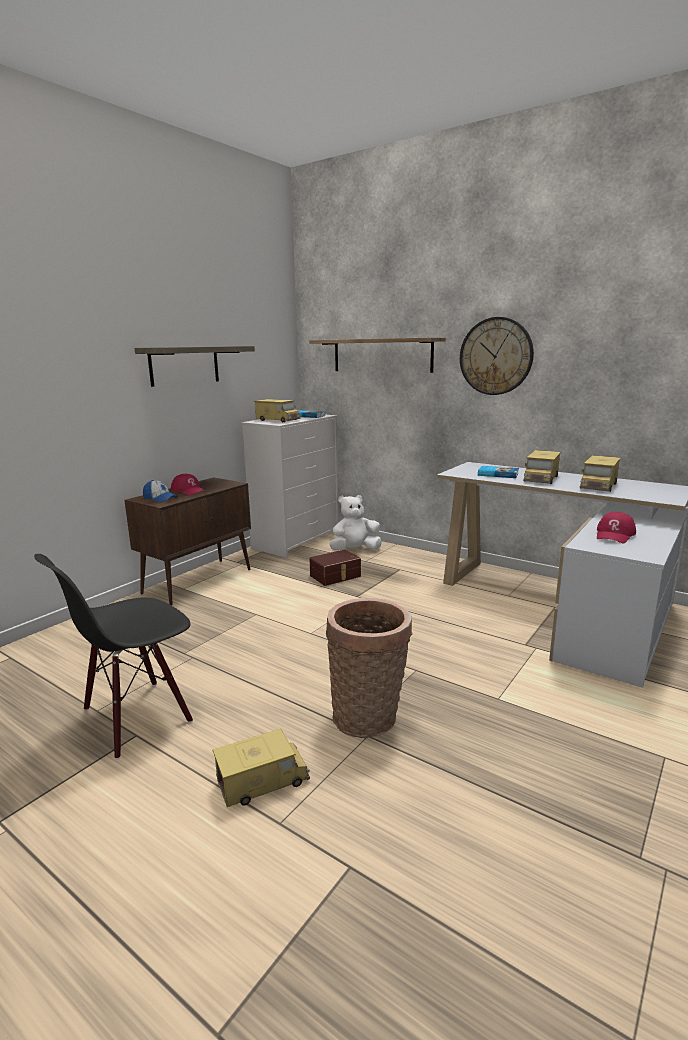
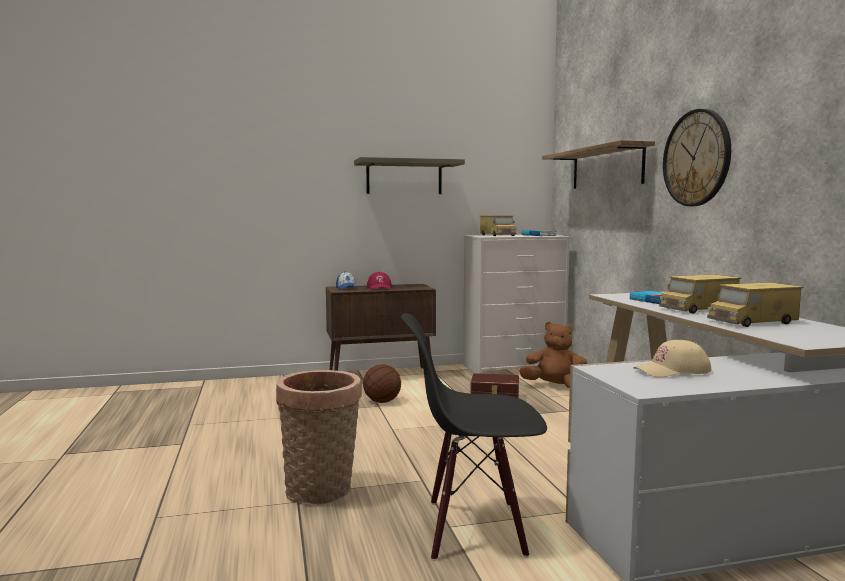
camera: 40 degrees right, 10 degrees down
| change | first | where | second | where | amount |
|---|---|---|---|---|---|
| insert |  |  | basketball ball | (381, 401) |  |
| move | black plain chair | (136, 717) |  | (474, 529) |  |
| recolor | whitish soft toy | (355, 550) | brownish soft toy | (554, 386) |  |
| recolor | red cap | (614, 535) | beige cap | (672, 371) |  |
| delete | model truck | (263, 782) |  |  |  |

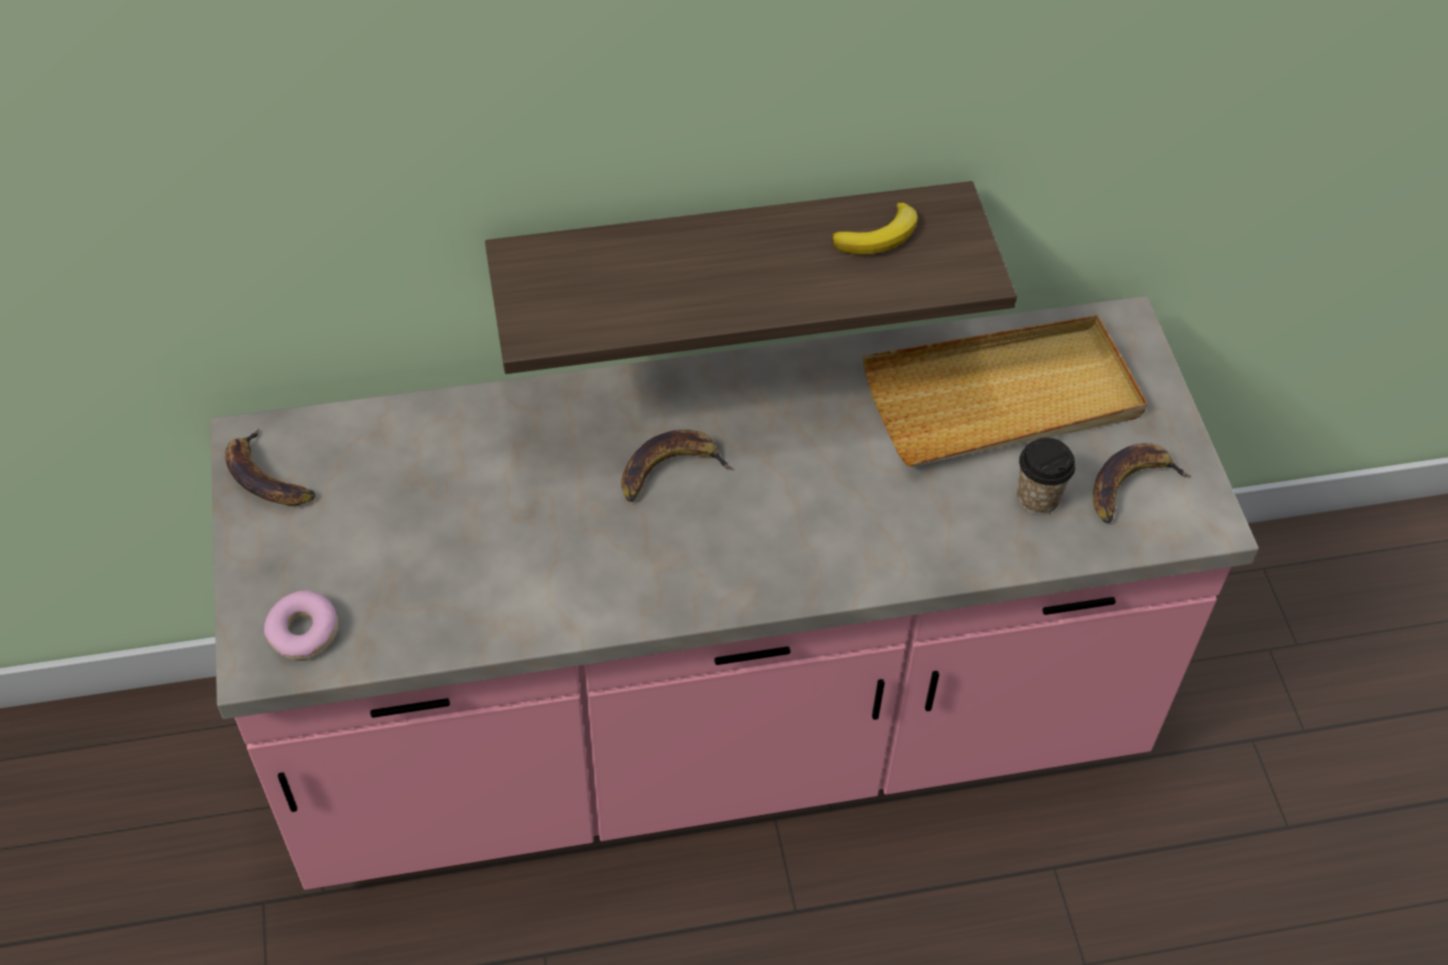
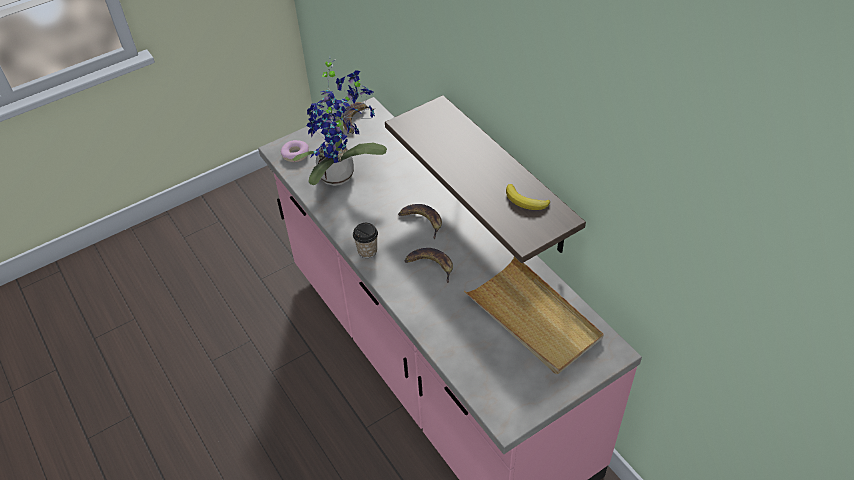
camera: 70 degrees right, 5 degrees down
| change | first | where | second | where | amount |
|---|---|---|---|---|---|
| insert |  |  | houseplant | (341, 174) |  |
| move | drinking cup | (1038, 498) |  | (367, 251) |  |
| move | banana | (1130, 485) |  | (431, 265) |  |

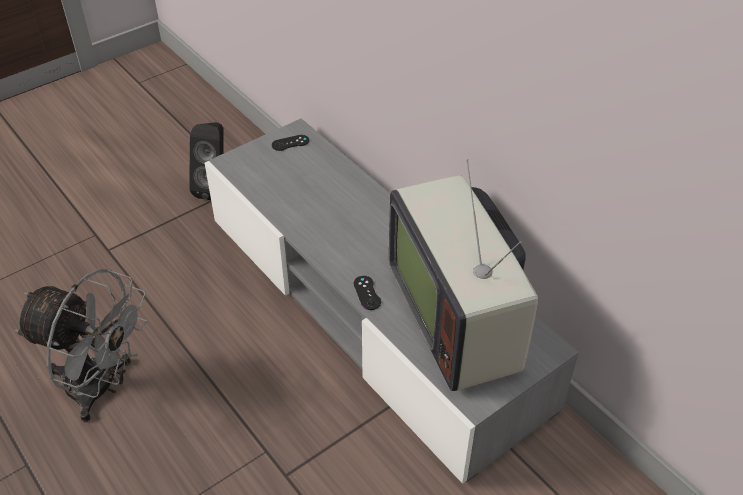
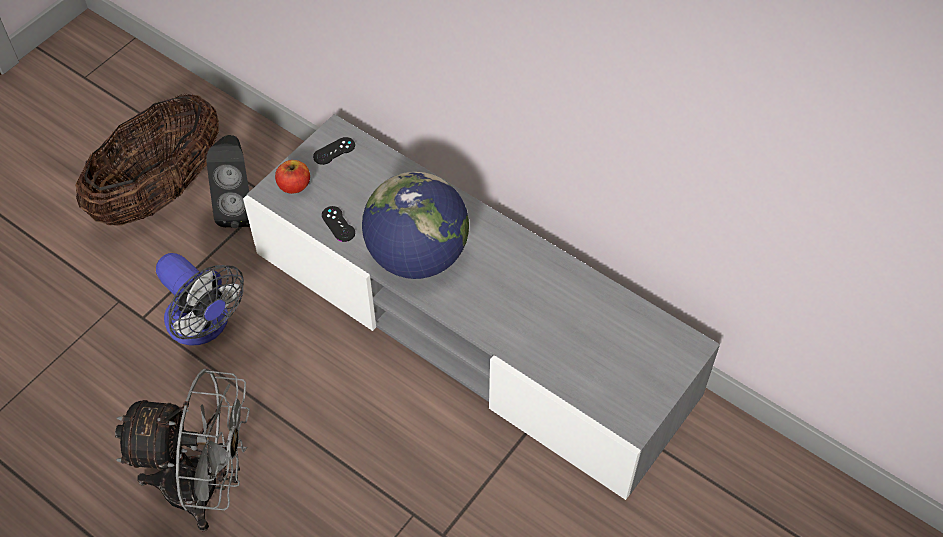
camera: 15 degrees left, 10 degrees up
| change | first | where | second | where | amount |
|---|---|---|---|---|---|
| insert |  |  | basket | (161, 192) |  |
| insert |  |  | cooling fan | (204, 325) |  |
| insert |  |  | whole apple | (294, 185) |  |
| move | black game controller | (367, 293) |  | (338, 224) |  |
| insert |  |  | world globe | (417, 256) |  |
| delete | TV set | (459, 316) |  |  |  |

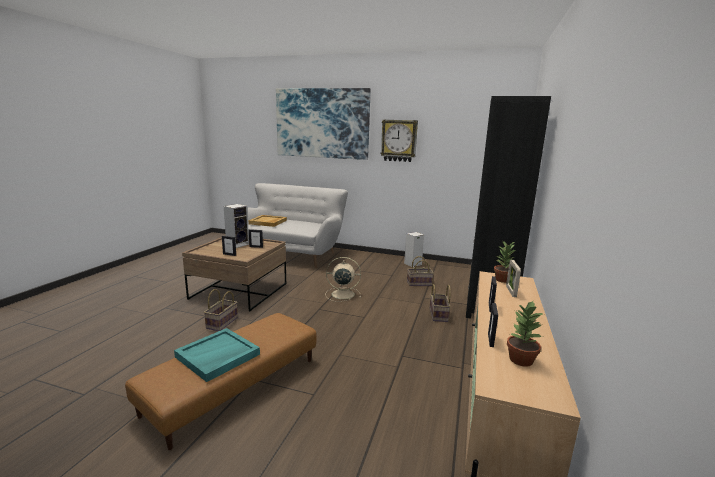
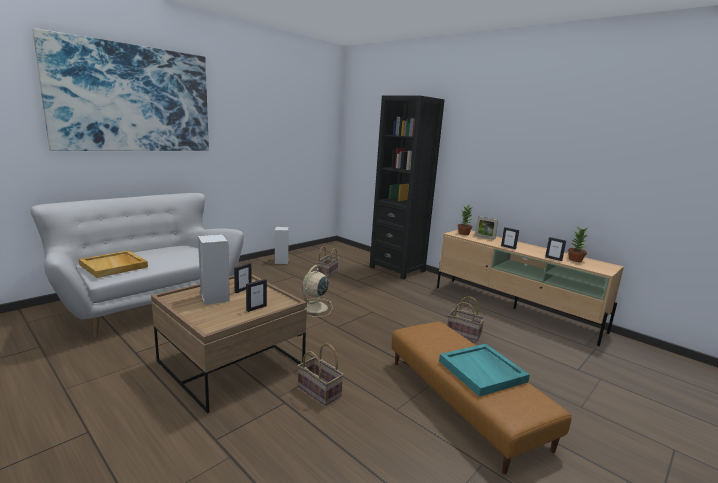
camera: 65 degrees left, 0 degrees up
| change | first | where | second | where | amount |
|---|---|---|---|---|---|
| move | basket | (439, 315) |  | (464, 333) |  |
| delete | wall clock | (399, 140) |  |  |  |

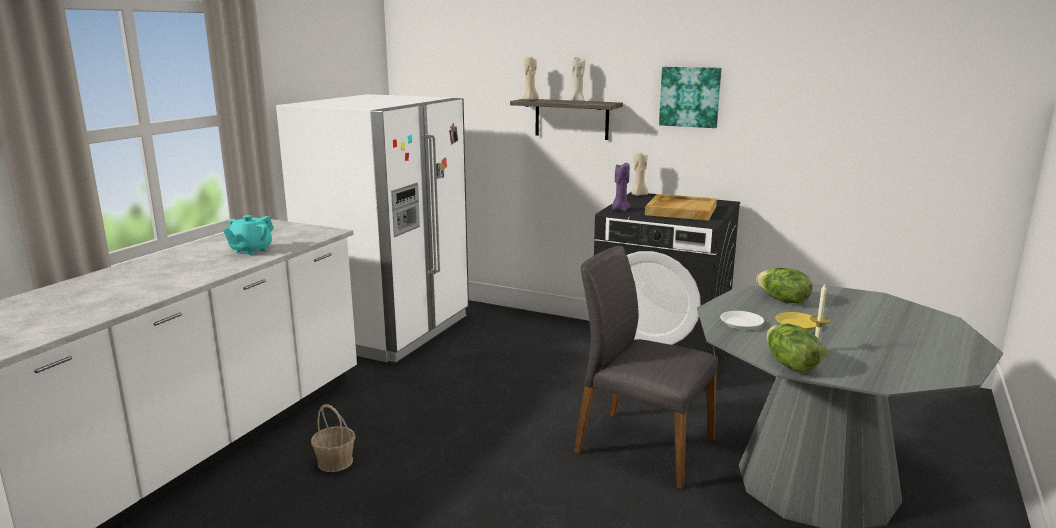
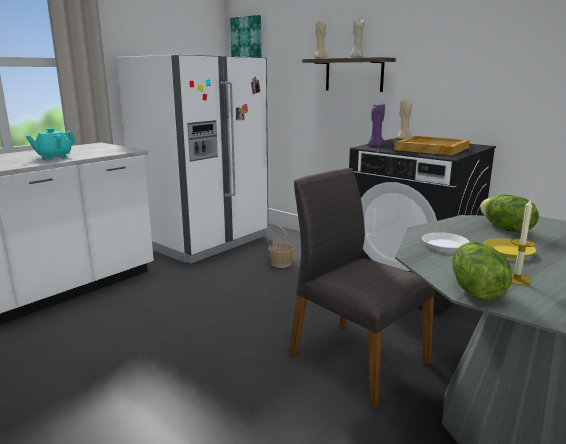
camera: 15 degrees right, 0 degrees up
| change | first | where | second | where | amount |
|---|---|---|---|---|---|
| move | wall art | (690, 96) |  | (247, 37) |  |
| move | basket | (335, 462) |  | (281, 263) |  |

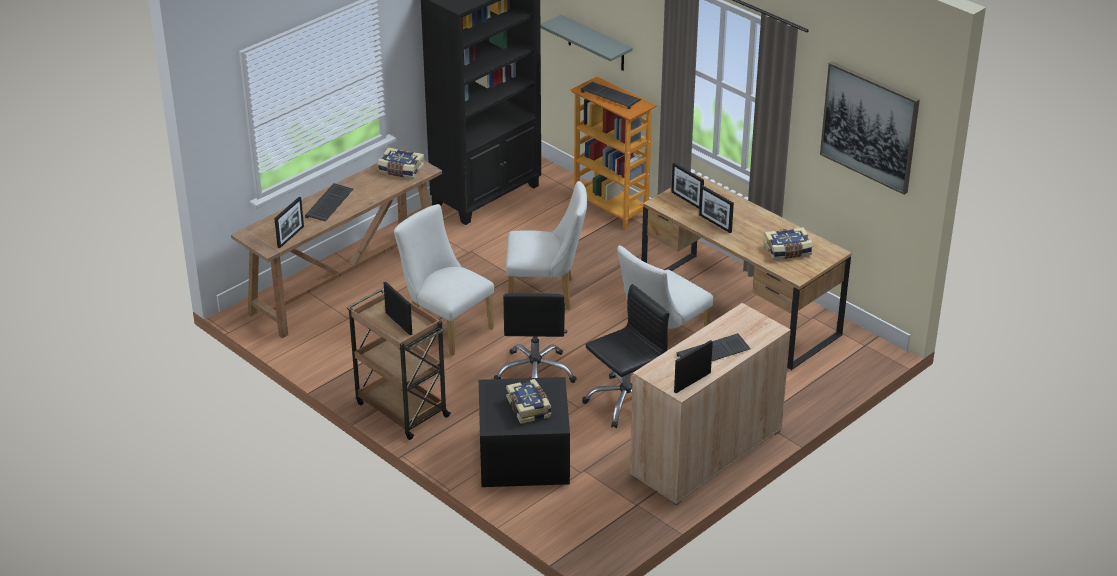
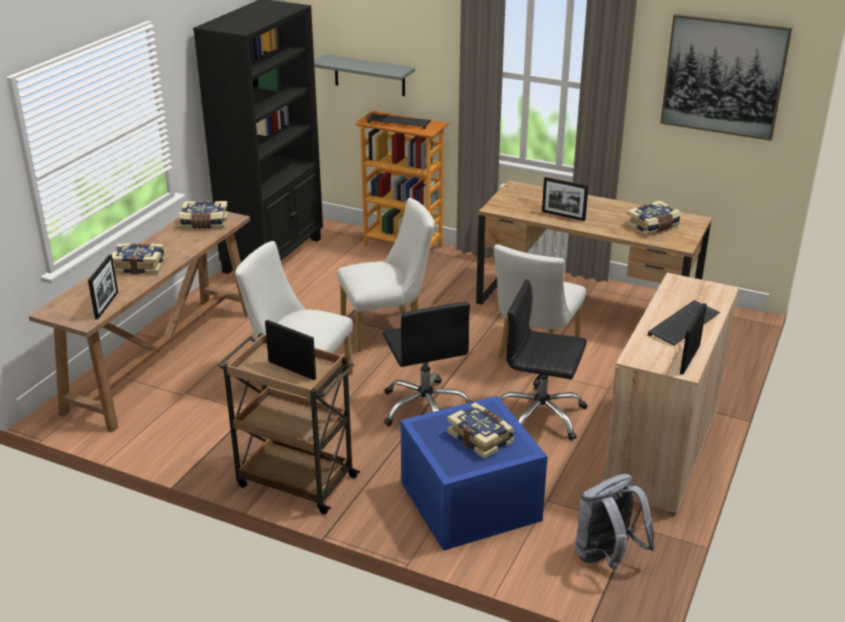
camera: 20 degrees left, 5 degrees down
| change | first | where | second | where | amount |
|---|---|---|---|---|---|
| replace | keyboard | (329, 204) | bound book | (139, 266) |  |
| recolor | black storage bin | (522, 457) | bluish storage bin | (469, 503) |  |
| rotate | black office chair | (625, 401) |  | (540, 416) | 105 degrees counterclockwise |
| insert |  |  | grey rucksack | (607, 557) |  |
| delete | picture frame | (686, 200) |  |  |  |

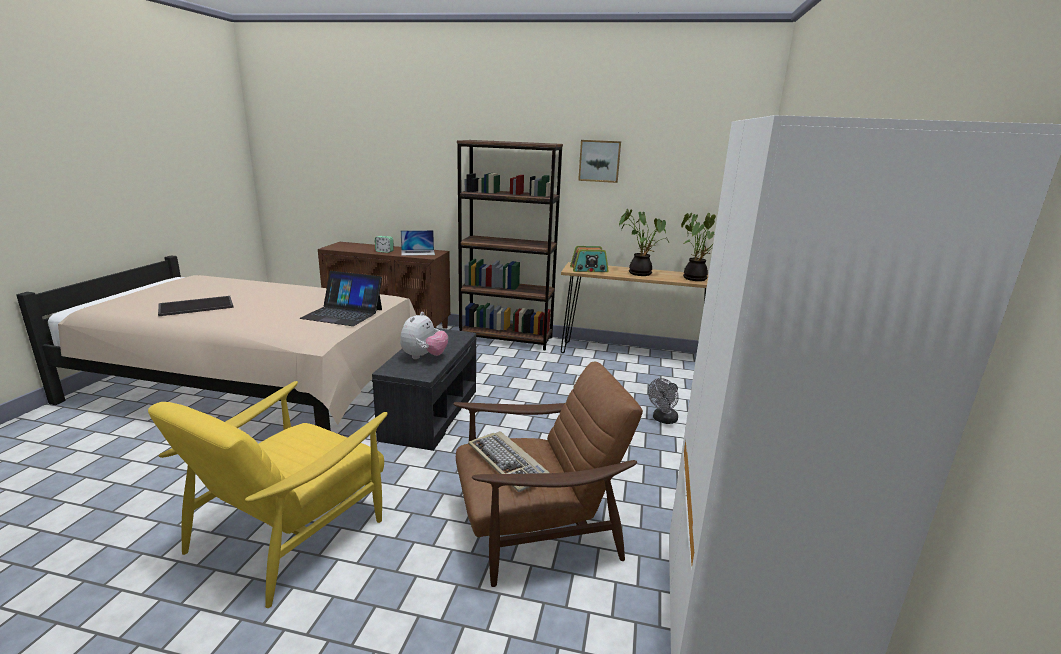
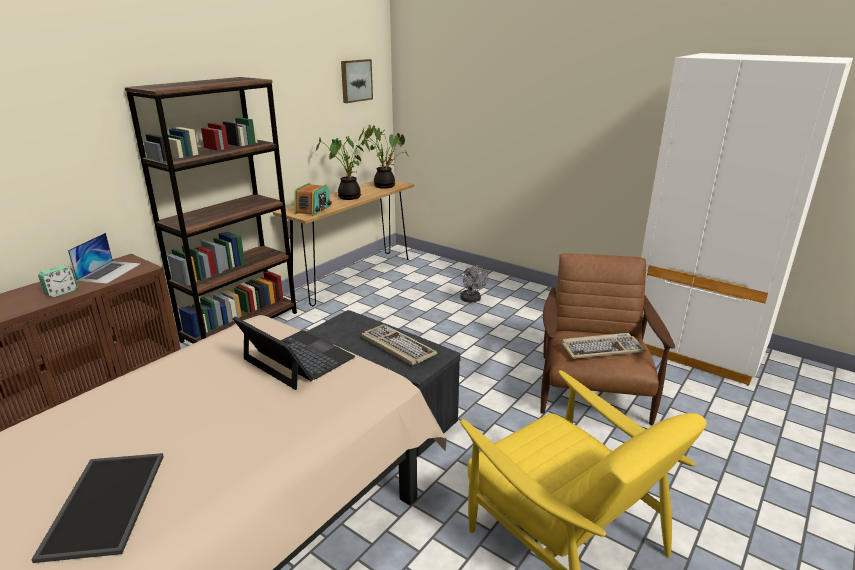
camera: 65 degrees left, 5 degrees up
| change | first | where | second | where | amount |
|---|---|---|---|---|---|
| rotate | laptop | (342, 314) |  | (297, 359) | 90 degrees counterclockwise |
| move | wall art | (599, 161) |  | (355, 80) |  |
| replace | soft toy | (424, 357) | keyboard | (396, 347) |  |

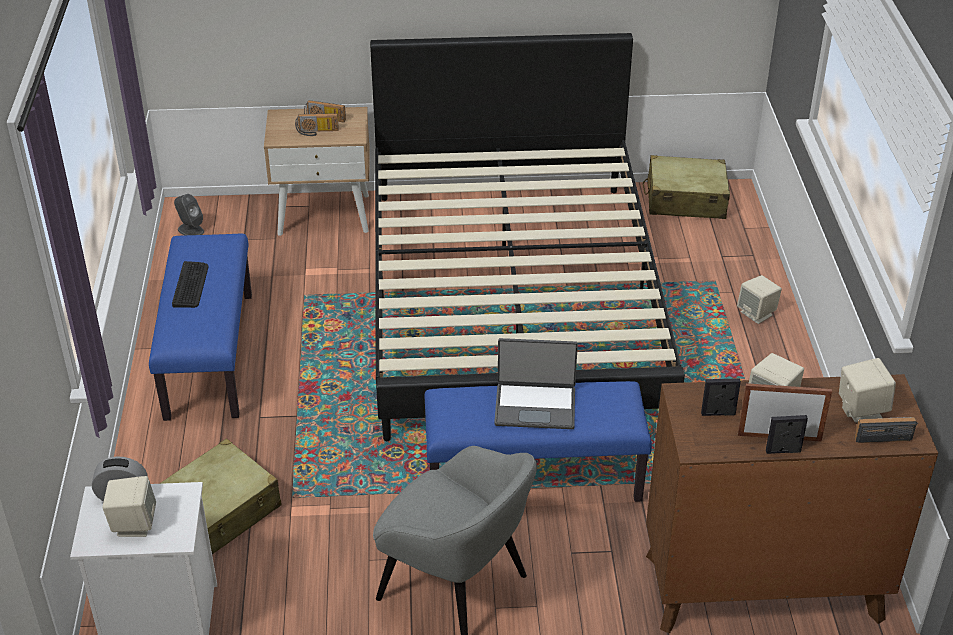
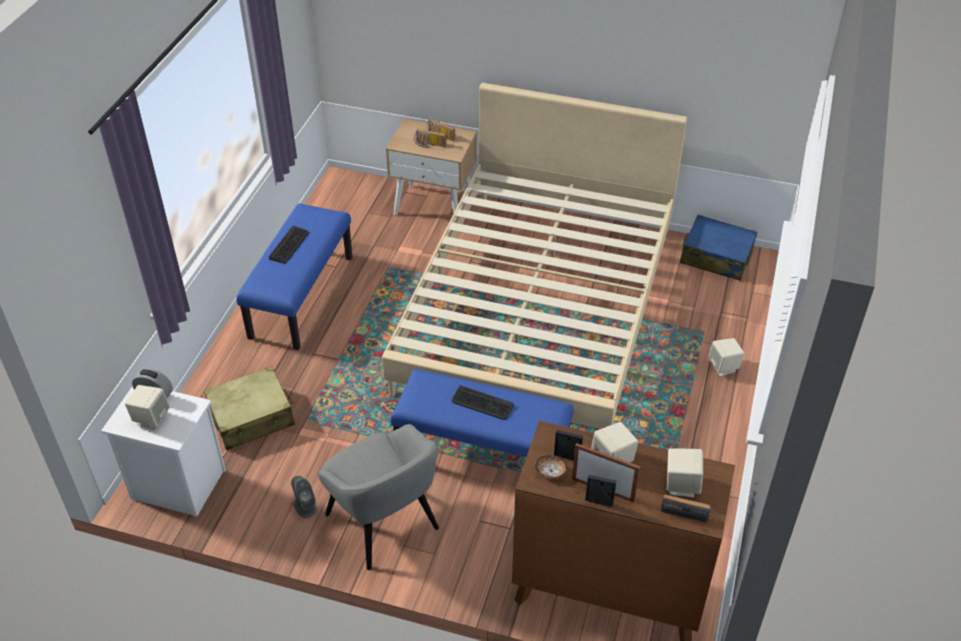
camera: 20 degrees right, 5 degrees up
| change | first | where | second | where | amount |
|---|---|---|---|---|---|
| move | grey speaker | (190, 230) |  | (305, 506) |  |
| recolor | black bed | (513, 300) | beige bed | (538, 309) |  |
| replace | laptop | (535, 406) | keyboard | (482, 403) |  |
| insert |  |  | deep dish | (550, 472) |  |
| recolor | beige travel case | (685, 200) | bluish travel case | (716, 257) |  |

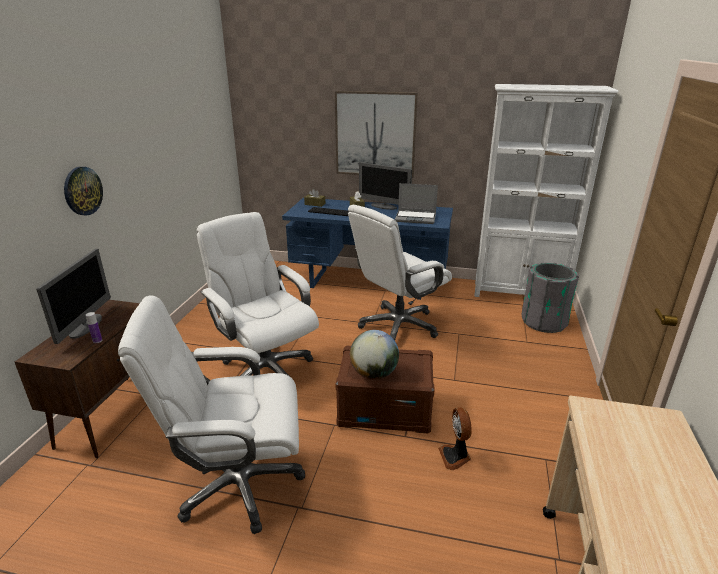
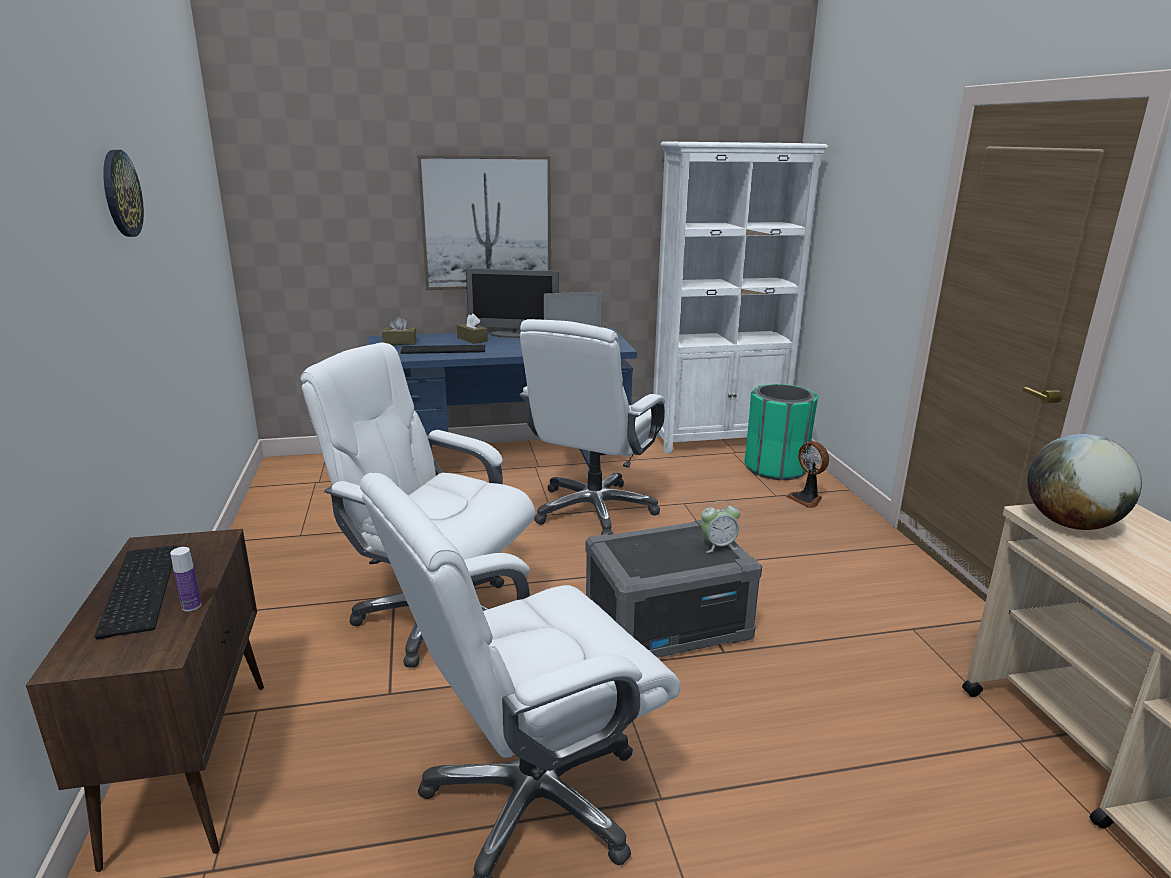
camera: 25 degrees left, 5 degrees down
| change | first | where | second | where | amount |
|---|---|---|---|---|---|
| replace | monitor | (86, 326) | keyboard | (136, 588) |  |
| move | wall clock | (82, 191) |  | (121, 193) |  |
| recolor | brownish storage bin | (385, 409) | grey storage bin | (667, 623) |  |
| insert |  |  | table clock | (718, 546) |  |
| recolor | grey trash can | (543, 322) | green trash can | (775, 468) |  |
| move | cooling fan | (455, 457) |  | (806, 499) |  |
| move | world globe | (374, 374) |  | (1071, 524) |  |

